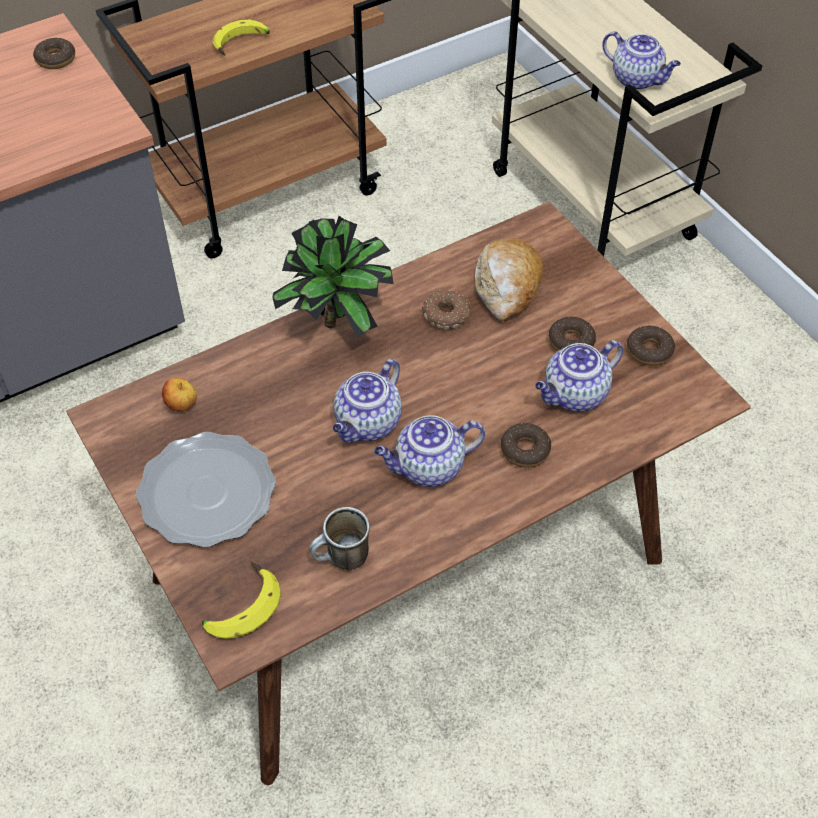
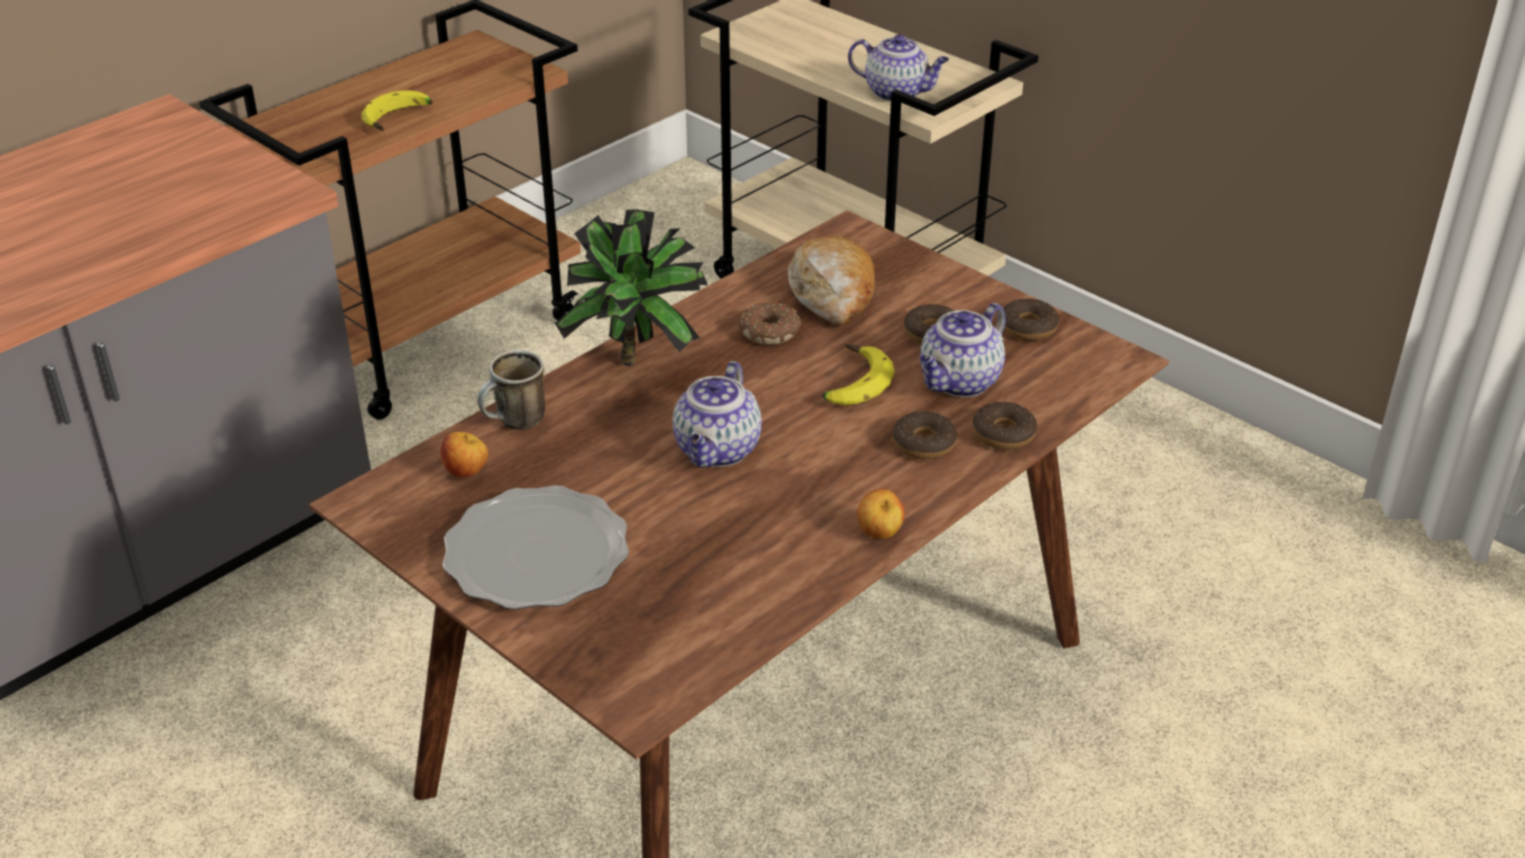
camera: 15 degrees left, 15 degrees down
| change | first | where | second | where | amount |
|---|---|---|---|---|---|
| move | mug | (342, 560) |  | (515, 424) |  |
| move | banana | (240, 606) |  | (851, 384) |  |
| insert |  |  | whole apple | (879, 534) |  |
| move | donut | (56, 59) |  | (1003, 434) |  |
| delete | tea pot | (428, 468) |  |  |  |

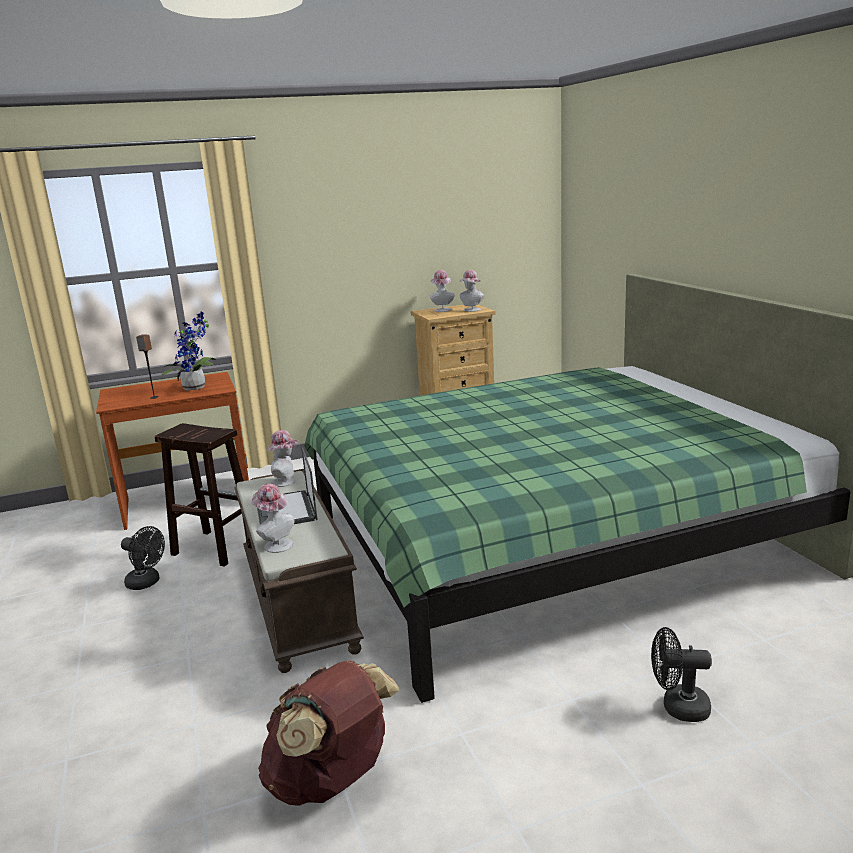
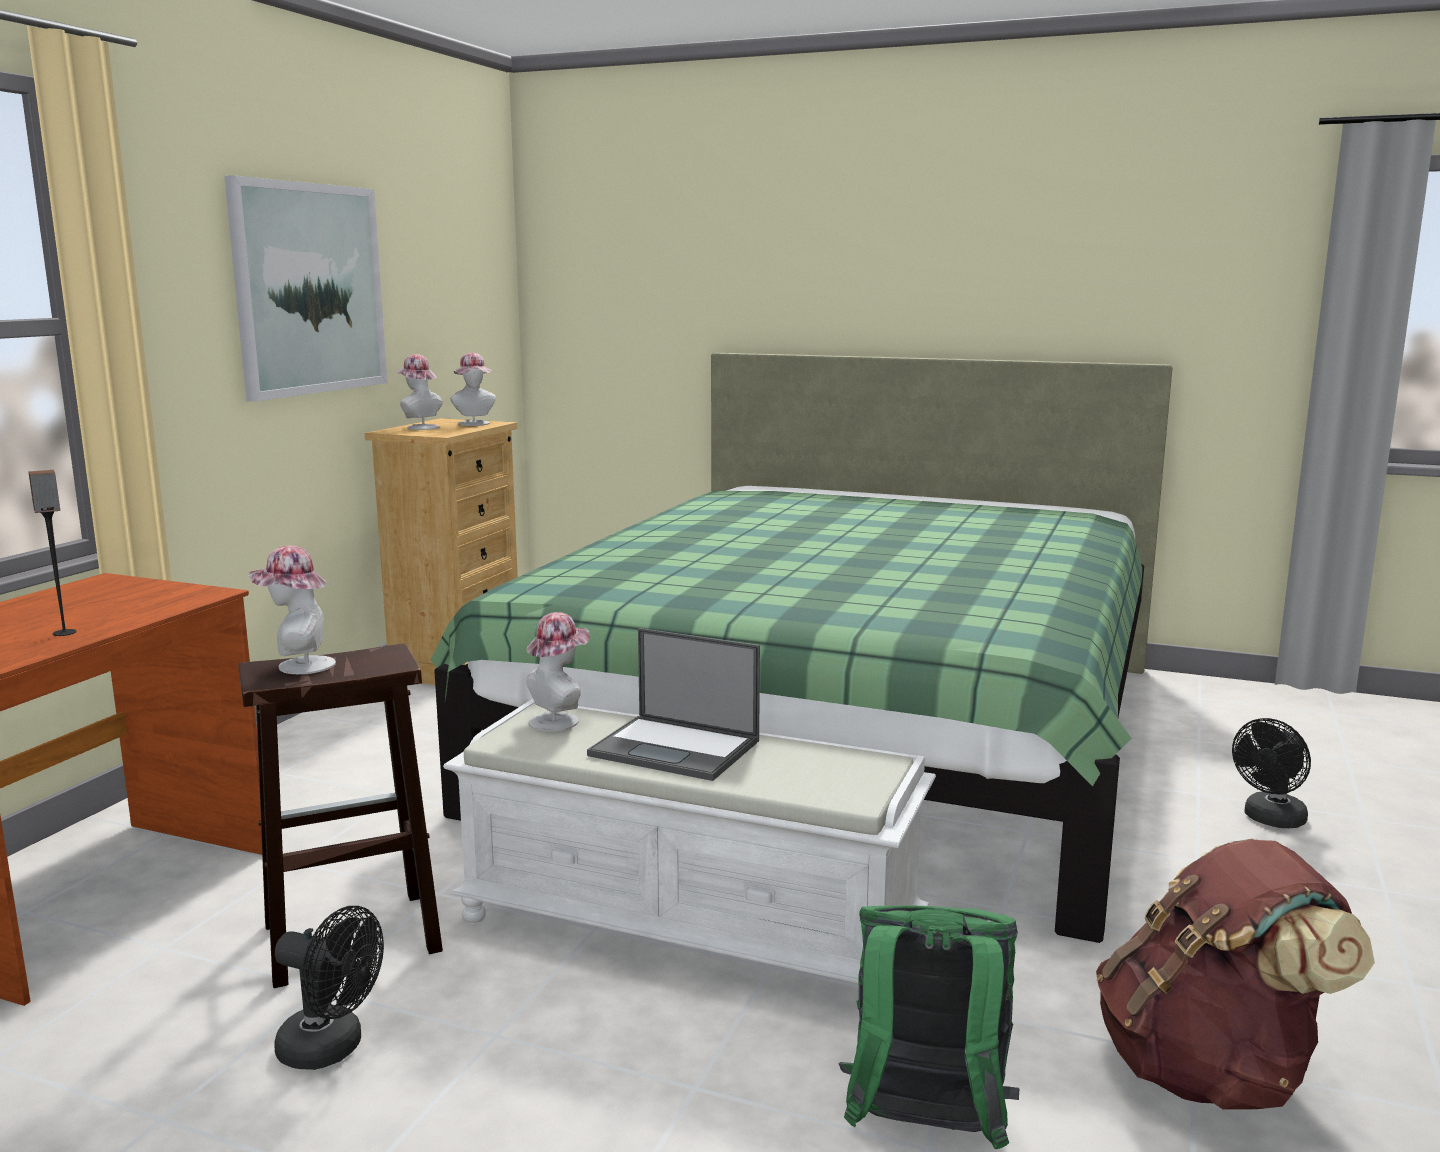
camera: 50 degrees left, 5 degrees down
| change | first | where | second | where | amount |
|---|---|---|---|---|---|
| insert |  |  | wall art | (309, 289) |  |
| move | hat | (275, 544) |  | (298, 666) |  |
| rotate | black cooling fan | (147, 583) |  | (332, 1049) | 45 degrees clockwise |
| recolor | brownish bench | (300, 600) | whitish bench | (692, 928) |  |
| insert |  |  | green rucksack | (925, 1130) |  |
| delete | houseplant | (197, 388) |  |  |  |

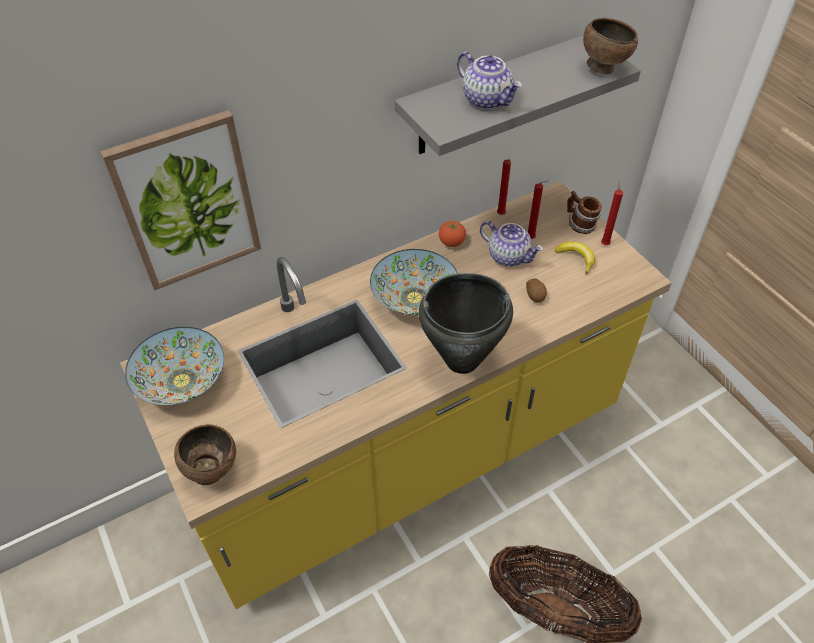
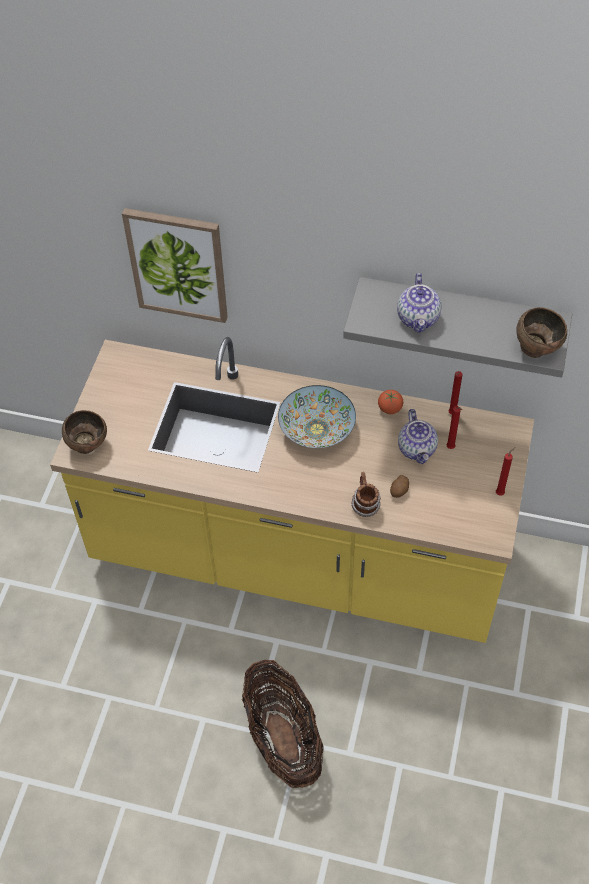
camera: 45 degrees right, 5 degrees up
| change | first | where | second | where | amount |
|---|---|---|---|---|---|
| move | mug | (580, 225) |  | (364, 505) |  |
| delete | deep dish | (181, 381) |  |  |  |
| delete | black saucepot | (463, 361) |  |  |  |
| delete | banana | (576, 258) |  |  |  |

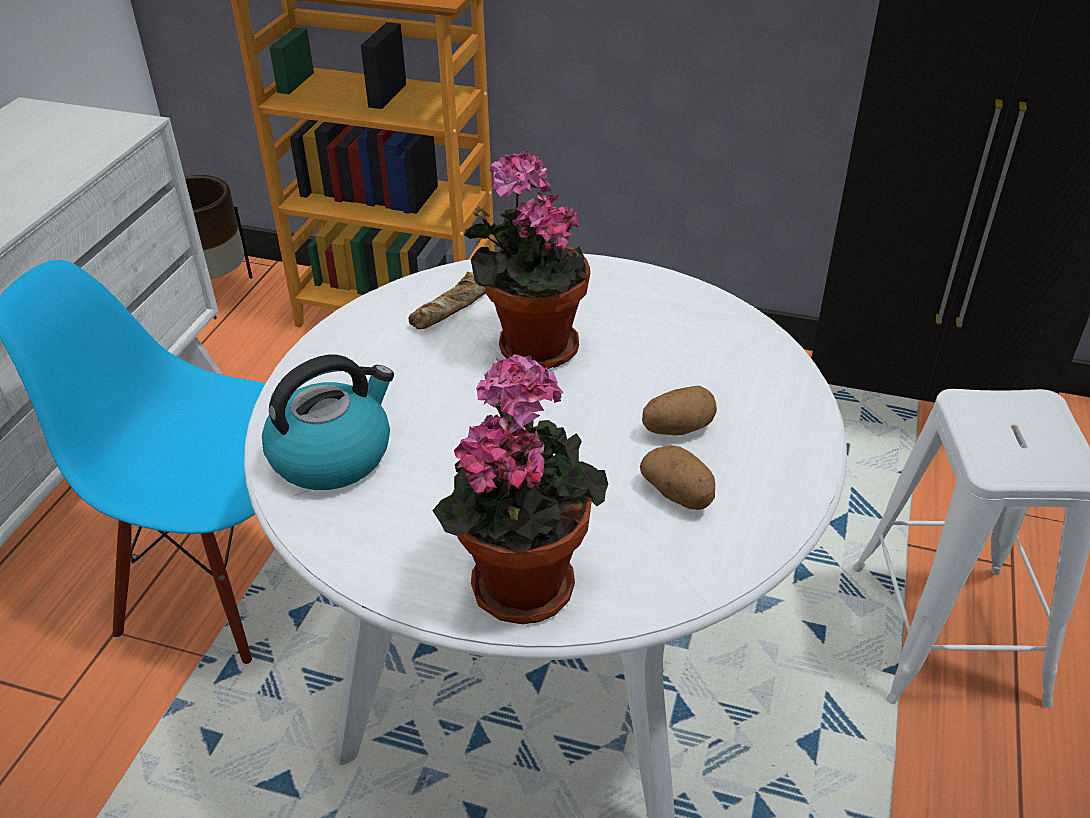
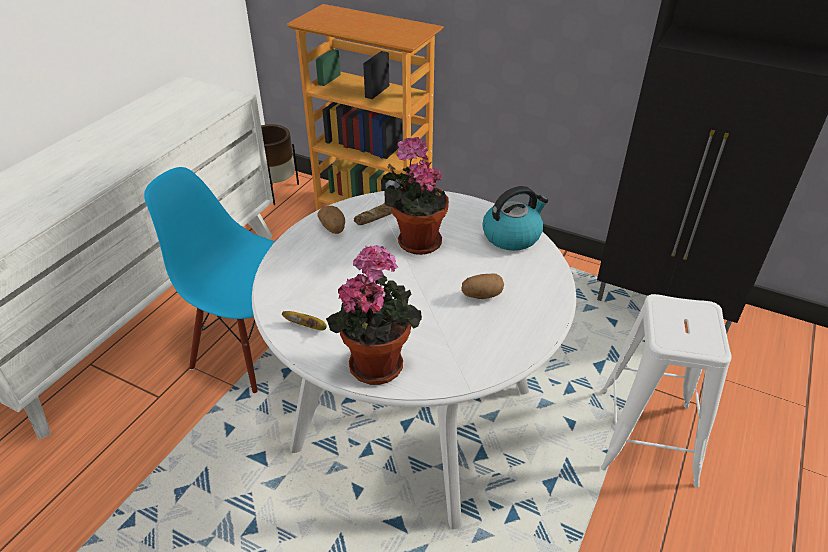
camera: 10 degrees right, 0 degrees up
| change | first | where | second | where | amount |
|---|---|---|---|---|---|
| insert |  |  | banana | (308, 327) |  |
| move | potato | (679, 494) |  | (333, 228) |  |
| move | water kettle | (333, 454) |  | (512, 236) |  |

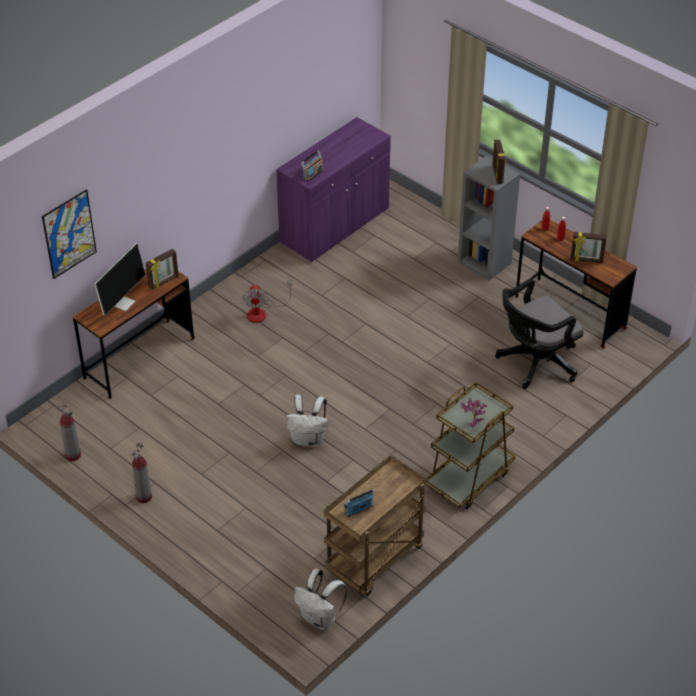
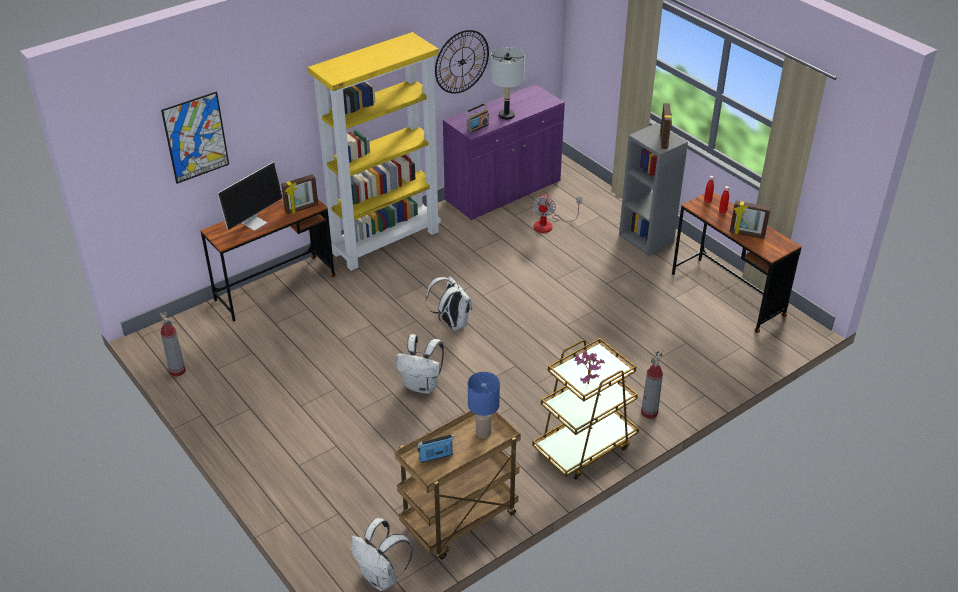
camera: 10 degrees right, 5 degrees down
| change | first | where | second | where | amount |
|---|---|---|---|---|---|
| insert |  |  | yellowish shelving unit | (386, 241) |  |
| insert |  |  | whitish rucksack | (451, 323) |  |
| insert |  |  | wall clock | (462, 61) |  |
| insert |  |  | bluish lamp for a table | (484, 432) |  |
| insert |  |  | grey lamp for a table | (506, 115) |  |
| move | cooling fan | (262, 312) |  | (549, 225) |  |
| move | extinguisher | (144, 497) |  | (649, 412) |  |
| delete | black office chair | (534, 363) |  |  |  |

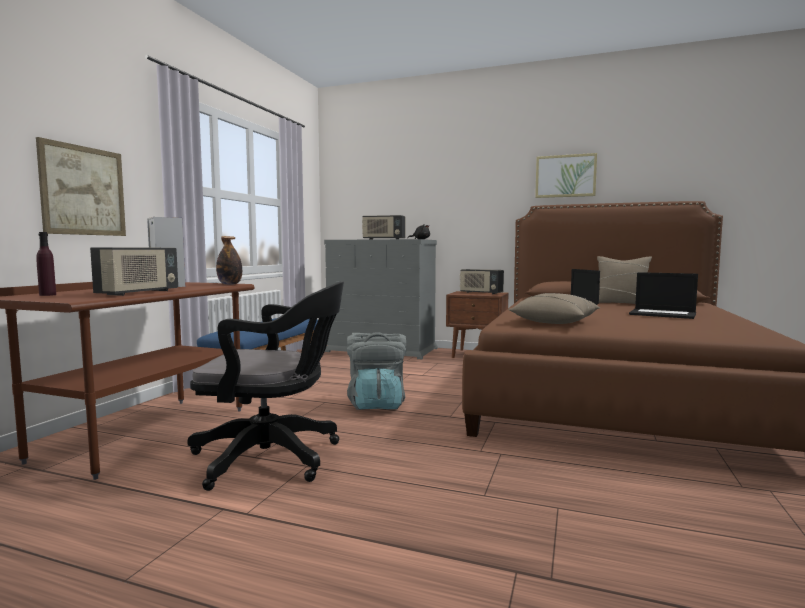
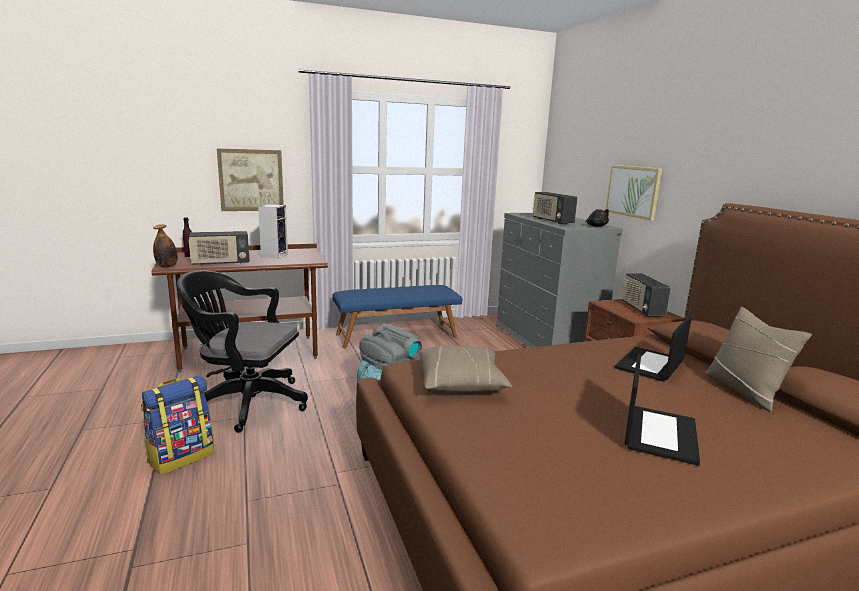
camera: 50 degrees right, 10 degrees up
| change | first | where | second | where | amount |
|---|---|---|---|---|---|
| insert |  |  | rucksack | (181, 457) |  |
| move | beverage bottle | (230, 284) |  | (167, 266) |  |
| rotate | black office chair | (274, 458) |  | (246, 402) | 135 degrees clockwise |
| move | wall art | (565, 176) |  | (633, 191) |  |
| rotate | laptop | (663, 314) |  | (659, 433) | 150 degrees counterclockwise |

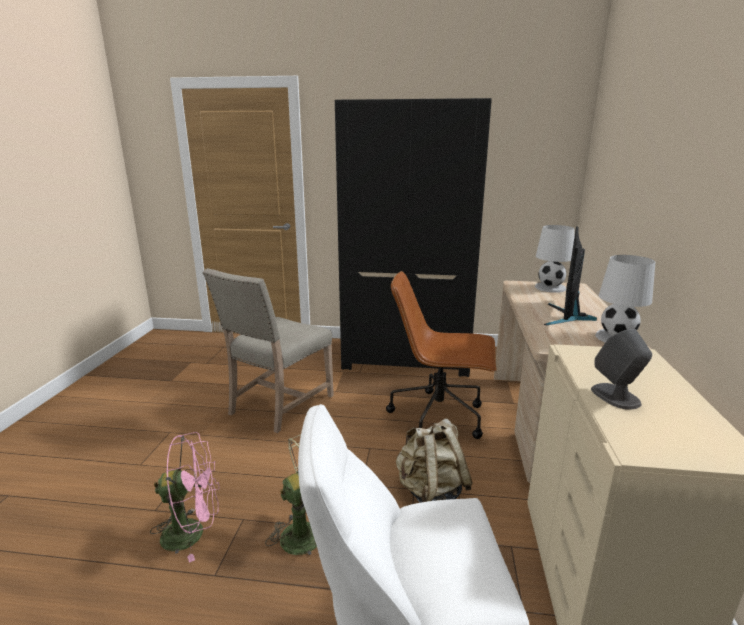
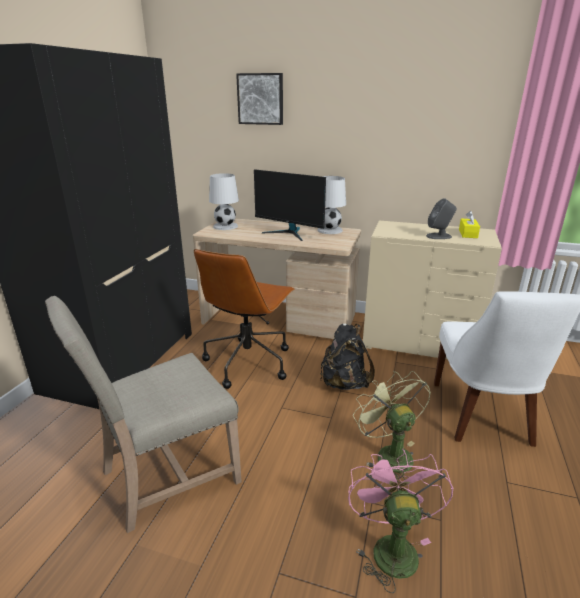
camera: 80 degrees left, 5 degrees up
| change | first | where | second | where | amount |
|---|---|---|---|---|---|
| rotate | beige plain chair | (278, 405) |  | (165, 476) | 105 degrees clockwise |
| insert |  |  | wall art | (261, 99) |  |
| recolor | beige rucksack | (430, 492) | black rucksack | (344, 383) |  |
| insert |  |  | yellowish tissue box | (468, 234) |  |

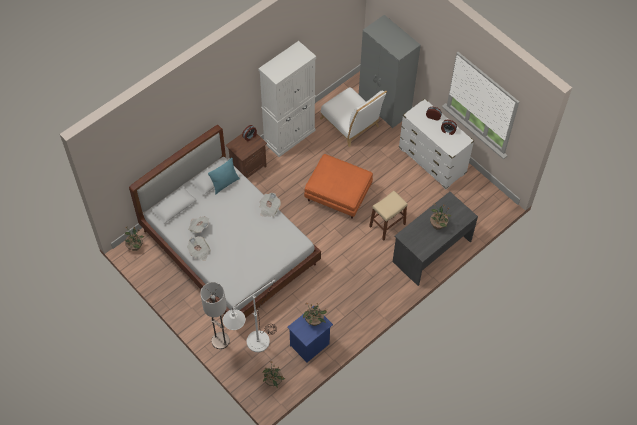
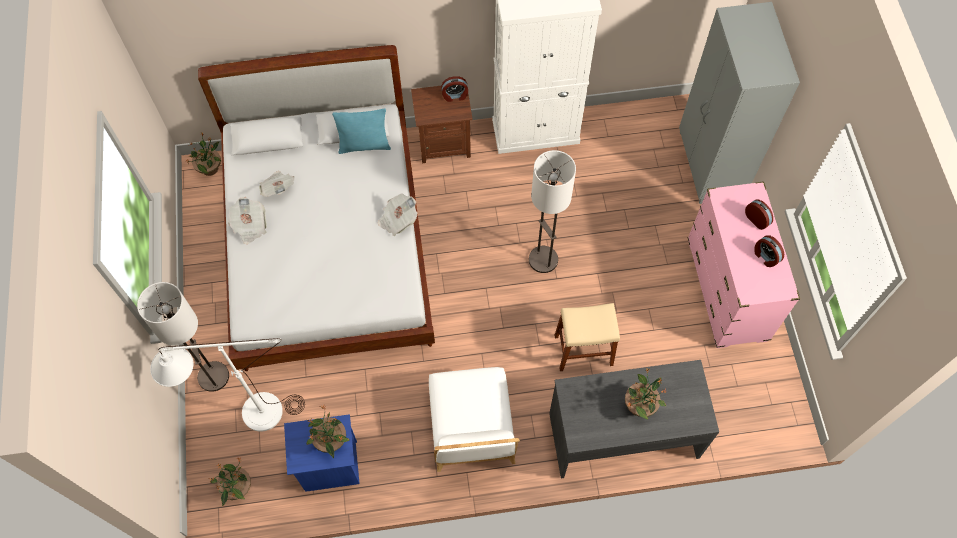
camera: 35 degrees right, 5 degrees up
| change | first | where | second | where | amount |
|---|---|---|---|---|---|
| move | whitish plain chair | (351, 125) |  | (472, 432) |  |
| replace | orange ottoman | (338, 195) | standard lamp | (543, 259) |  |
| recolor | whitish chest of drawers | (432, 161) | pink chest of drawers | (726, 290) |  |

